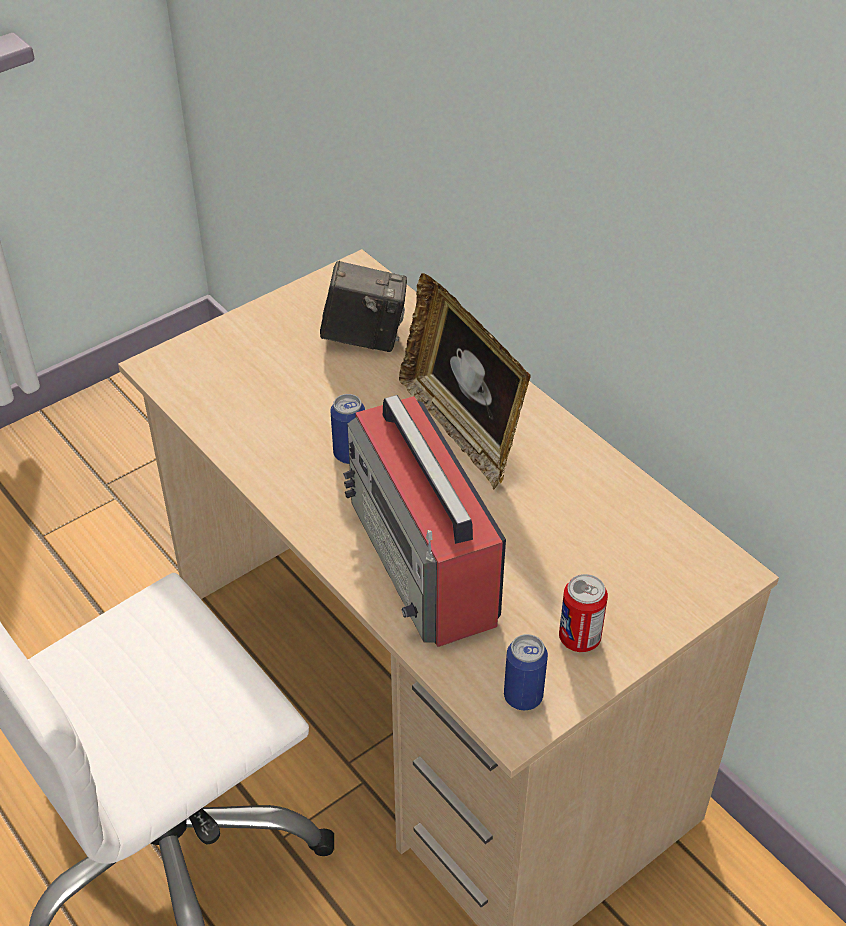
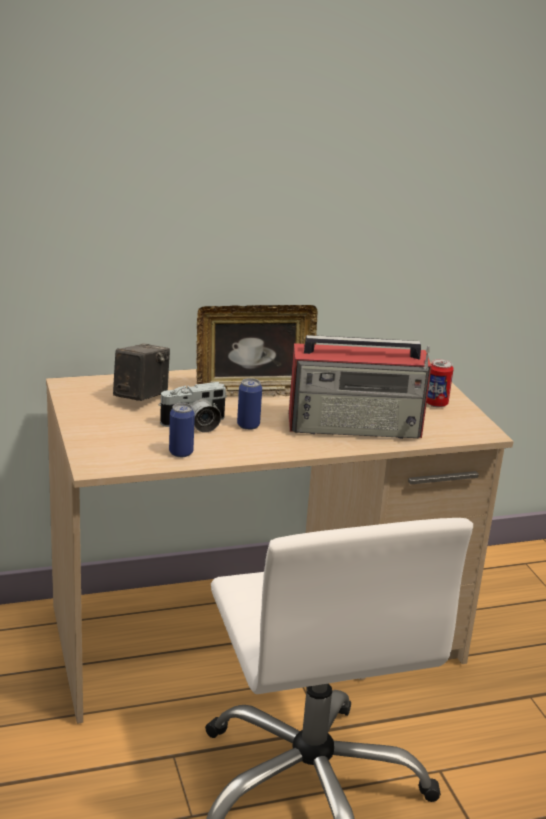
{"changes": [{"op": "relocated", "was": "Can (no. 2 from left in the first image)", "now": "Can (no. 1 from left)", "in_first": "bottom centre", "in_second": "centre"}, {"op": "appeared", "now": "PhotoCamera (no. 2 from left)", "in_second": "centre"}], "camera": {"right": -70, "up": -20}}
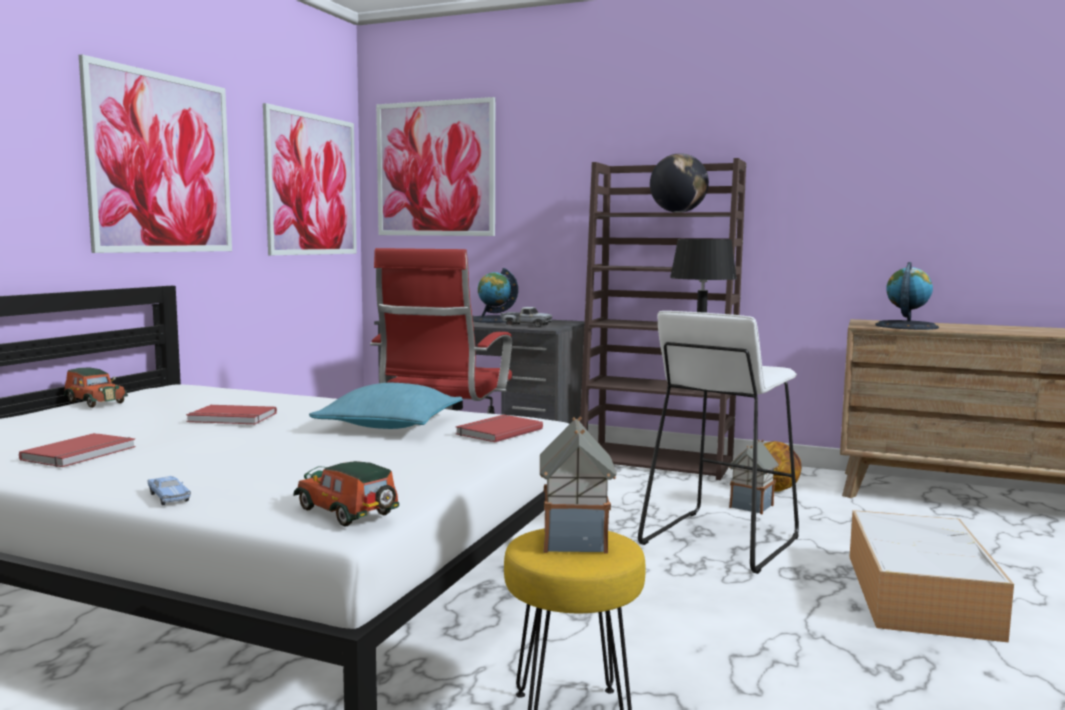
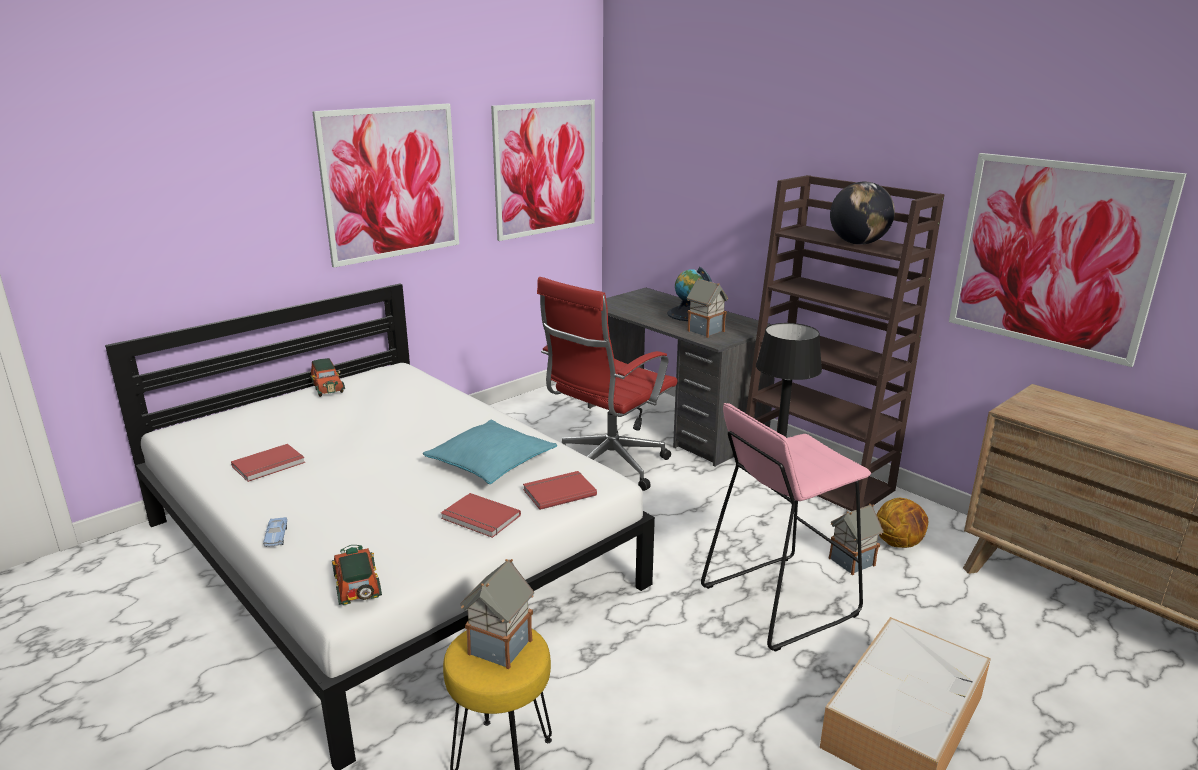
{"changes": [{"op": "relocated", "was": "Picture (no. 3 from left)", "in_first": "top centre", "in_second": "middle right"}, {"op": "missing", "was": "Globe (no. 3 from left)", "in_first": "middle right"}, {"op": "exchanged", "was": "ToyTruck", "now": "ToyHouse (no. 2 from left)", "in_first": "centre", "in_second": "centre"}, {"op": "colour", "was": "WhiteStool", "now": "PinkStool", "in_first": "middle right", "in_second": "bottom centre"}, {"op": "relocated", "was": "RedBook (no. 2 from left)", "in_first": "middle left", "in_second": "bottom centre"}], "camera": {"right": 25, "up": 15}}
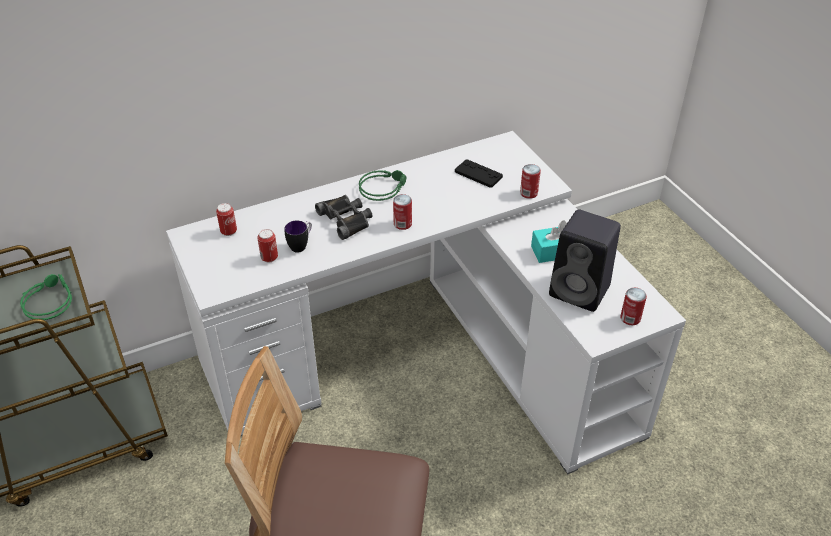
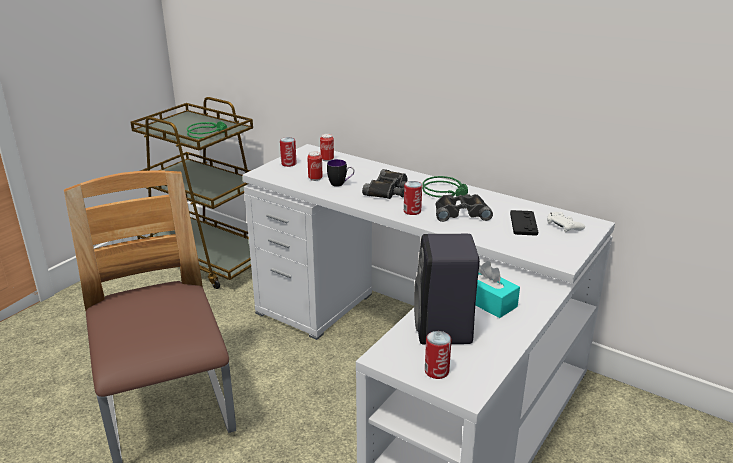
{"changes": [{"op": "relocated", "was": "Can (no. 4 from left in the first image)", "now": "Can (no. 1 from left)", "in_first": "centre", "in_second": "top centre"}, {"op": "appeared", "now": "BlackBinoculars (no. 2 from left)", "in_second": "centre"}, {"op": "appeared", "now": "WhiteGameController", "in_second": "middle right"}], "camera": {"right": 60, "up": -15}}
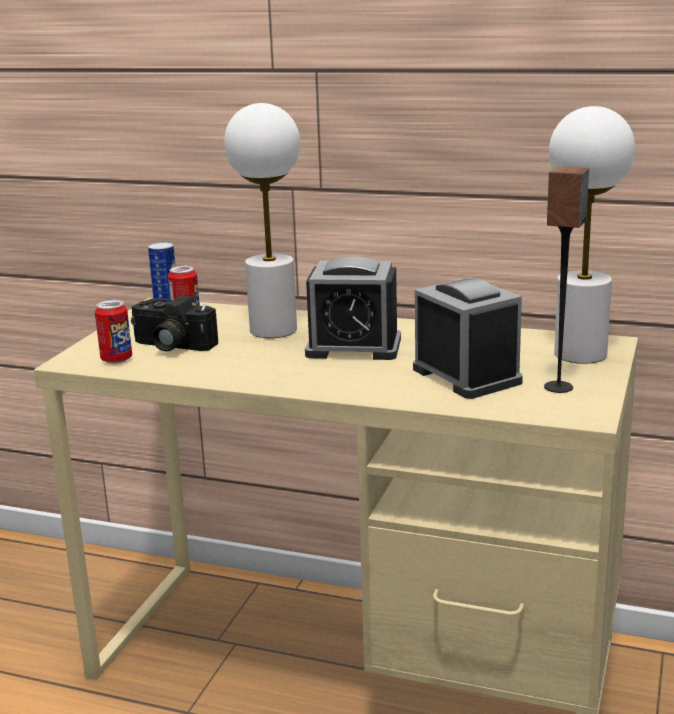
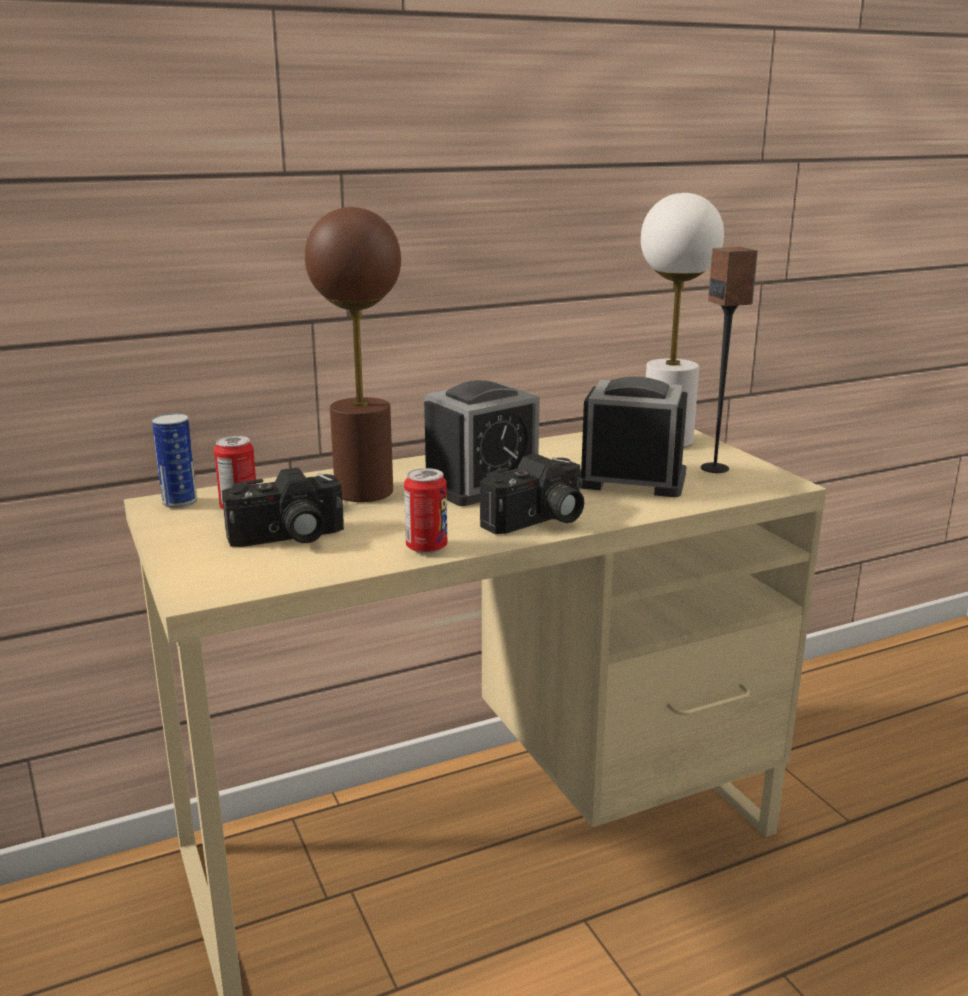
{"changes": [{"op": "colour", "was": "WhiteTableLamp (no. 1 from left)", "now": "BrownTableLamp", "in_first": "top centre", "in_second": "centre"}, {"op": "relocated", "was": "Can (no. 1 from left in the first image)", "now": "Can (no. 3 from left)", "in_first": "middle left", "in_second": "centre"}, {"op": "appeared", "now": "PhotoCamera (no. 2 from left)", "in_second": "centre"}], "camera": {"right": -45, "up": 0}}
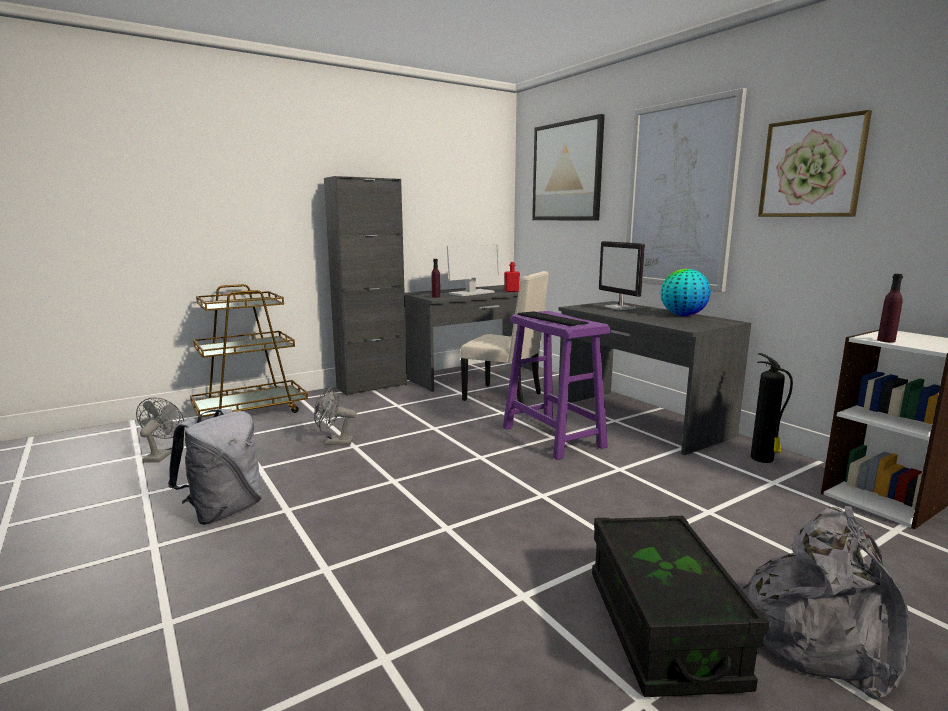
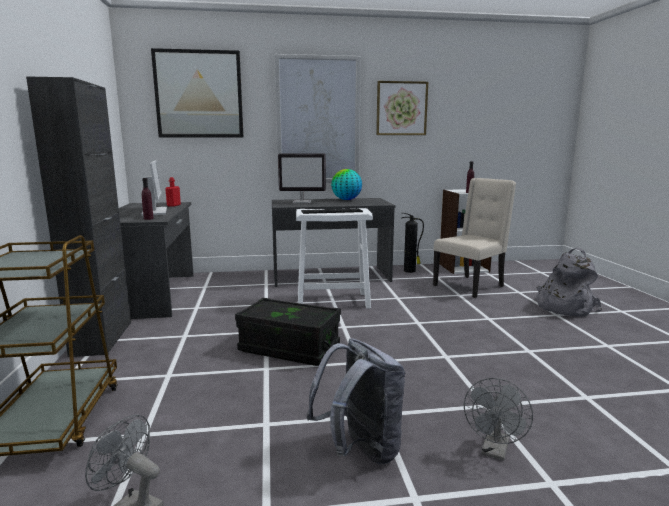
{"changes": [{"op": "relocated", "was": "BeigeChair", "in_first": "centre", "in_second": "middle right"}, {"op": "colour", "was": "PurpleStool", "now": "WhiteStool", "in_first": "centre", "in_second": "centre"}, {"op": "relocated", "was": "GreyFan (no. 2 from left)", "in_first": "centre", "in_second": "bottom right"}, {"op": "relocated", "was": "BlackStorageBox", "in_first": "bottom right", "in_second": "centre"}], "camera": {"right": -65, "up": 0}}
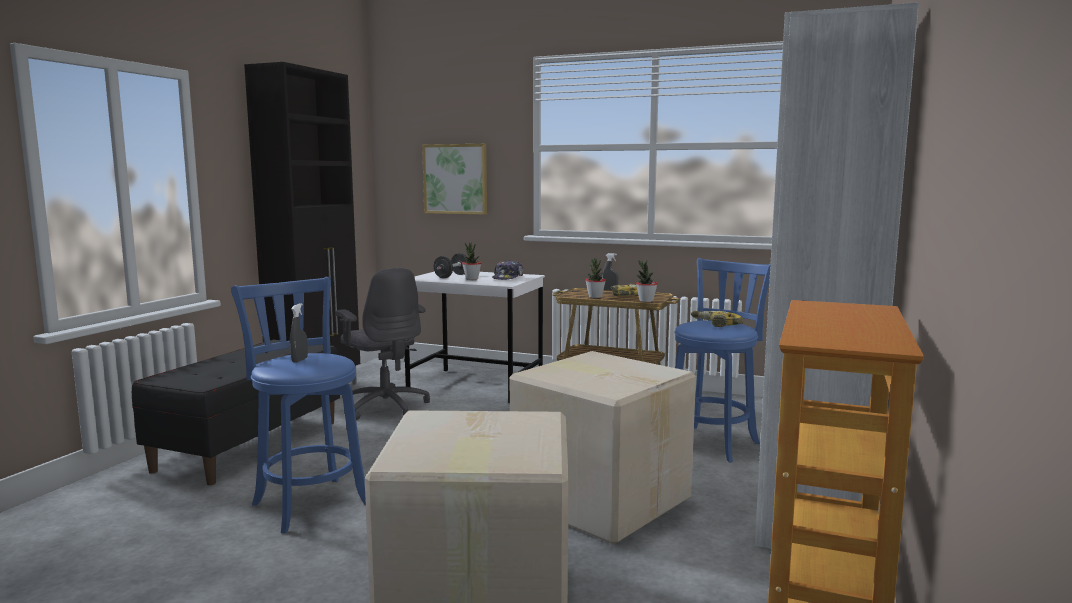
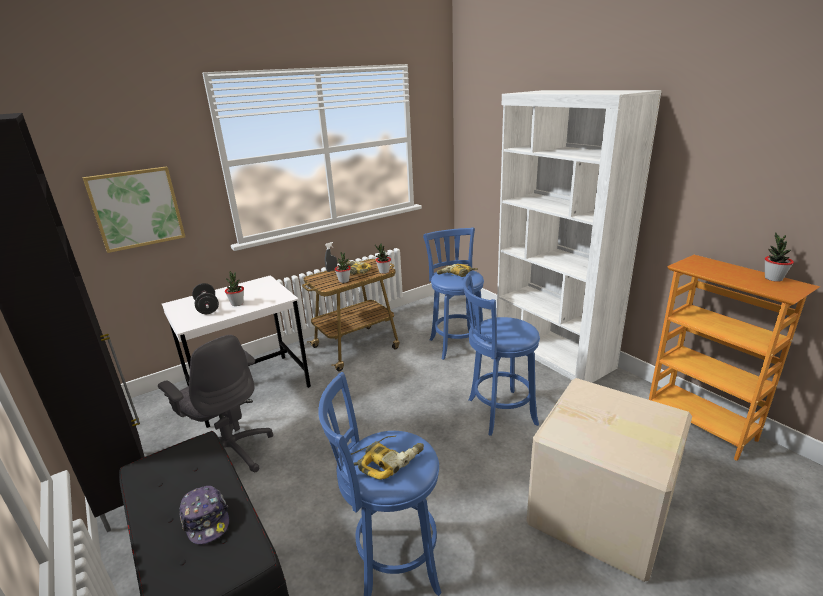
{"changes": [{"op": "relocated", "was": "Cap", "in_first": "centre", "in_second": "bottom left"}, {"op": "spun", "was": "GreyOfficeChair", "in_first": "centre", "in_second": "bottom left", "clockwise": 45}, {"op": "exchanged", "was": "GreySprayBottle (no. 1 from left)", "now": "PowerDrill (no. 2 from left)", "in_first": "middle left", "in_second": "bottom centre"}, {"op": "exchanged", "was": "CardboardBox (no. 2 from left)", "now": "BlueStool (no. 3 from left)", "in_first": "bottom centre", "in_second": "centre"}, {"op": "appeared", "now": "PottedPlant (no. 4 from left)", "in_second": "middle right"}], "camera": {"right": -55, "up": 15}}
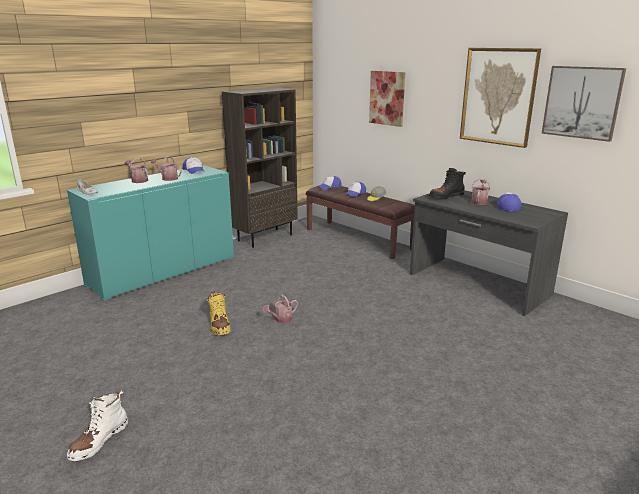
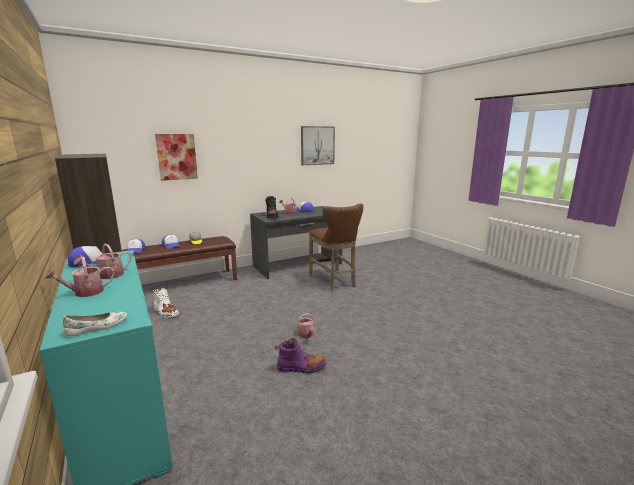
{"changes": [{"op": "missing", "was": "Picture (no. 2 from left)", "in_first": "top right"}, {"op": "colour", "was": "YellowBoot", "now": "PurpleBoot", "in_first": "centre", "in_second": "bottom centre"}, {"op": "relocated", "was": "WhiteBoot", "in_first": "bottom left", "in_second": "middle left"}, {"op": "appeared", "now": "BrownStool", "in_second": "centre"}], "camera": {"right": -75, "up": -5}}
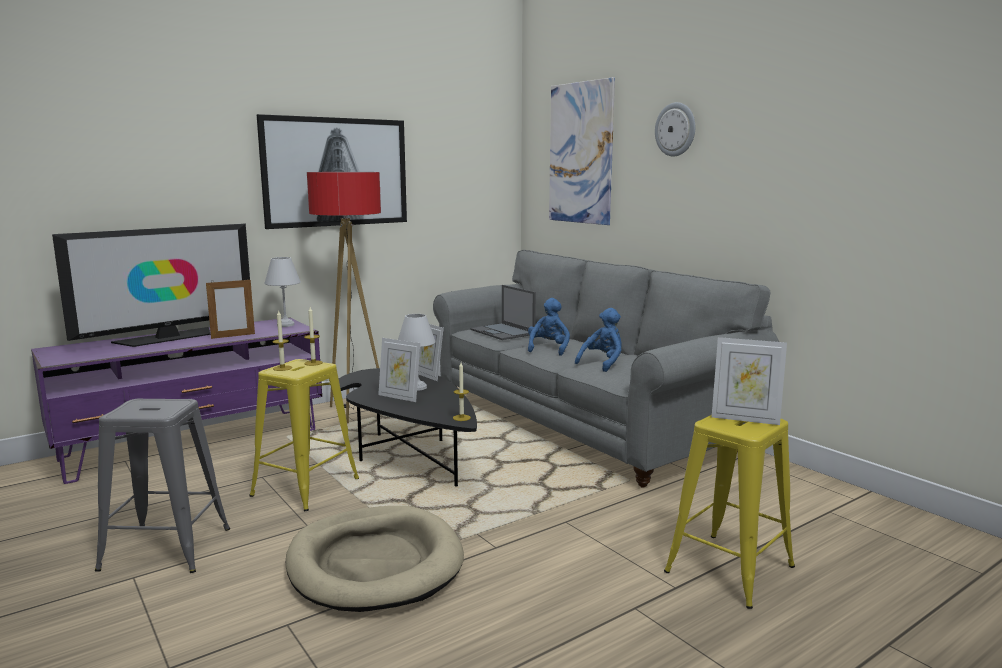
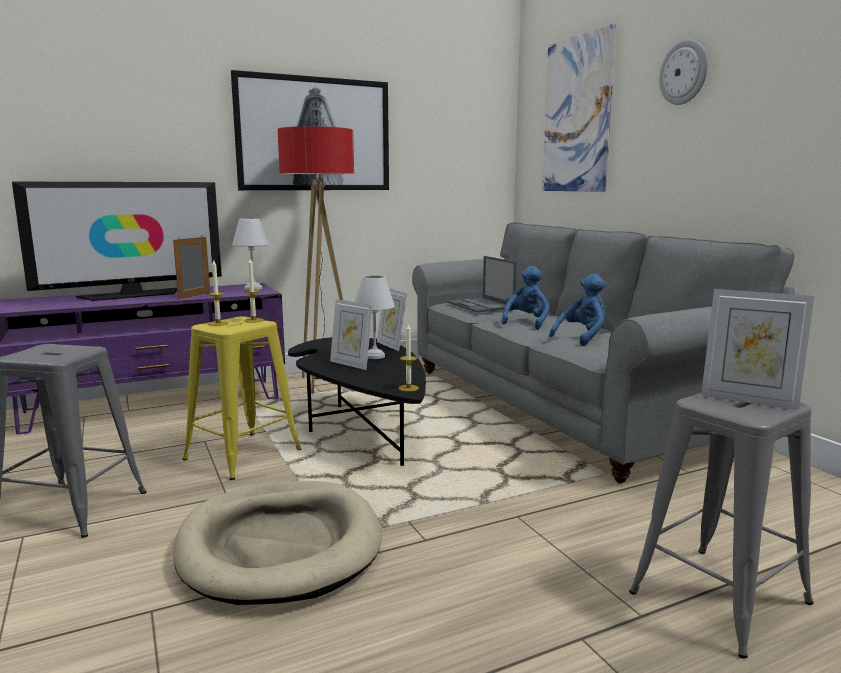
{"changes": [{"op": "spun", "was": "PictureFrame (no. 1 from left)", "in_first": "middle left", "in_second": "middle left", "clockwise": 135}, {"op": "colour", "was": "YellowStool (no. 2 from left)", "now": "GreyStool (no. 2 from left)", "in_first": "bottom right", "in_second": "bottom right"}], "camera": {"right": 10, "up": 0}}
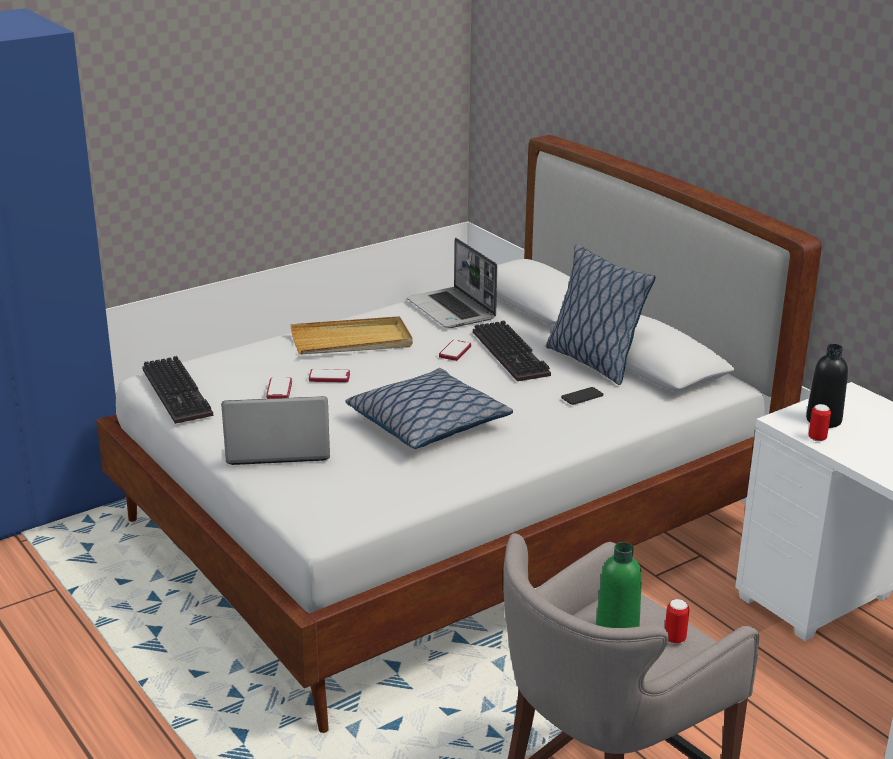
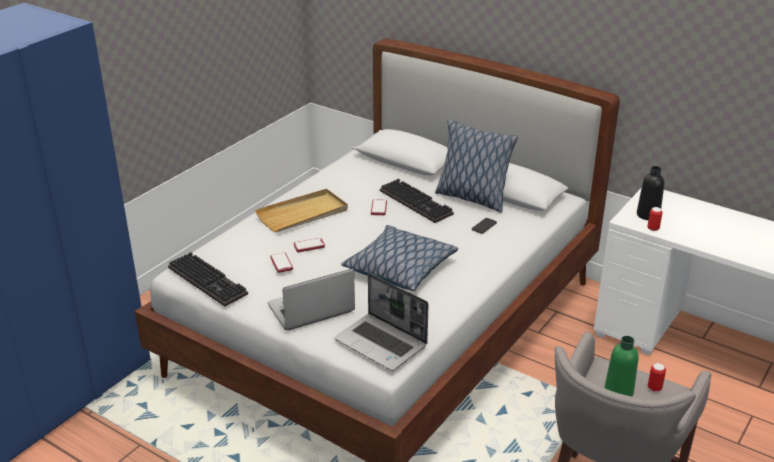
{"changes": [{"op": "relocated", "was": "Laptop (no. 2 from left)", "in_first": "centre", "in_second": "bottom centre"}], "camera": {"right": -20, "up": 5}}
